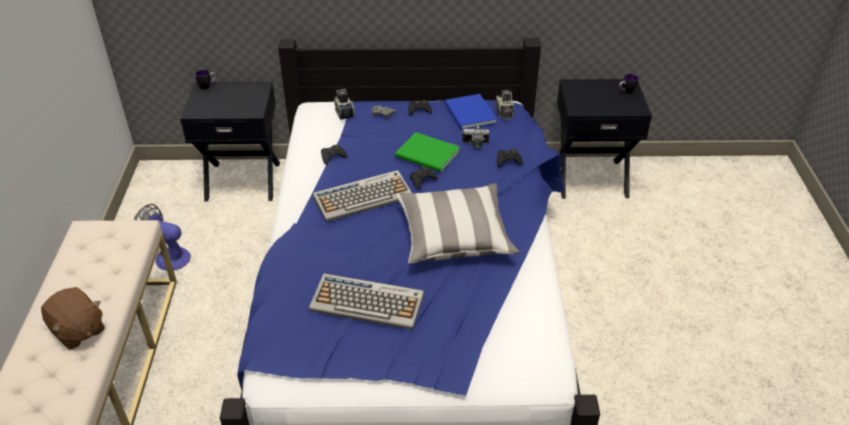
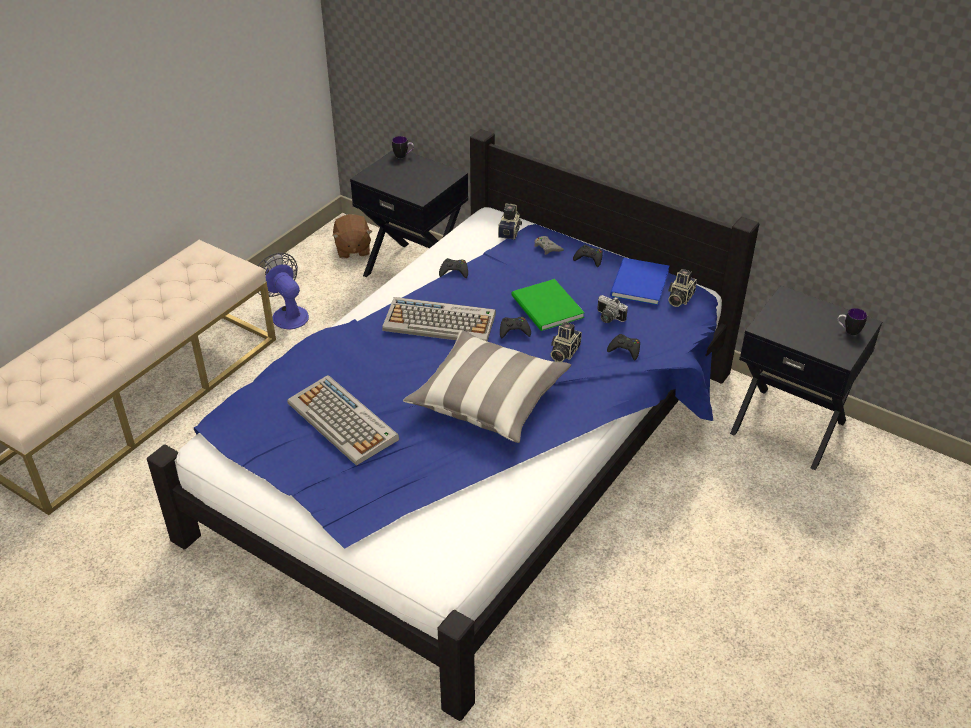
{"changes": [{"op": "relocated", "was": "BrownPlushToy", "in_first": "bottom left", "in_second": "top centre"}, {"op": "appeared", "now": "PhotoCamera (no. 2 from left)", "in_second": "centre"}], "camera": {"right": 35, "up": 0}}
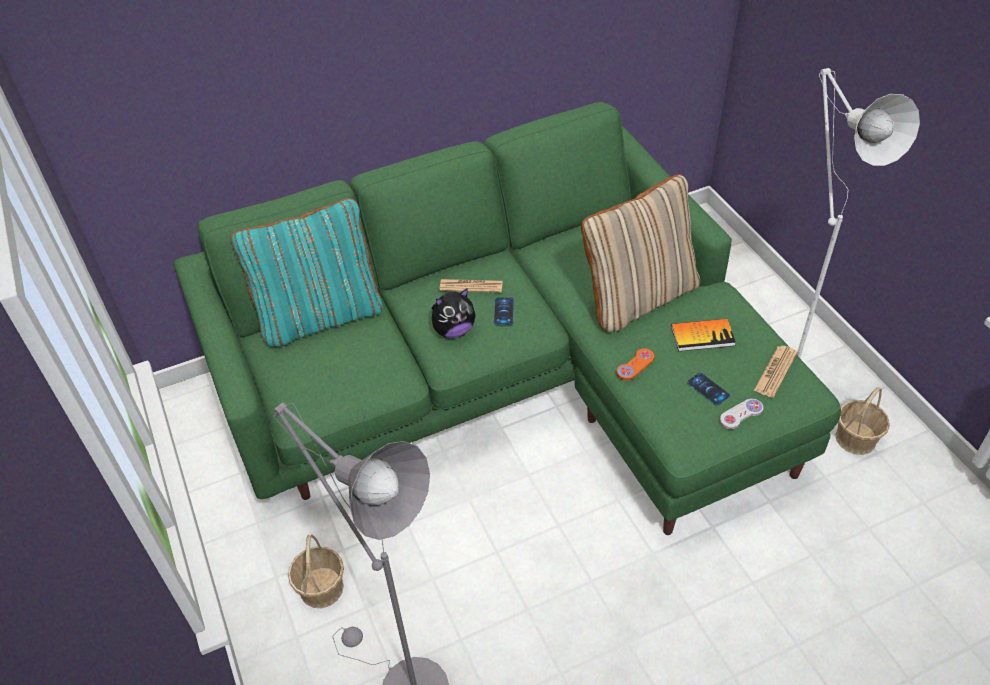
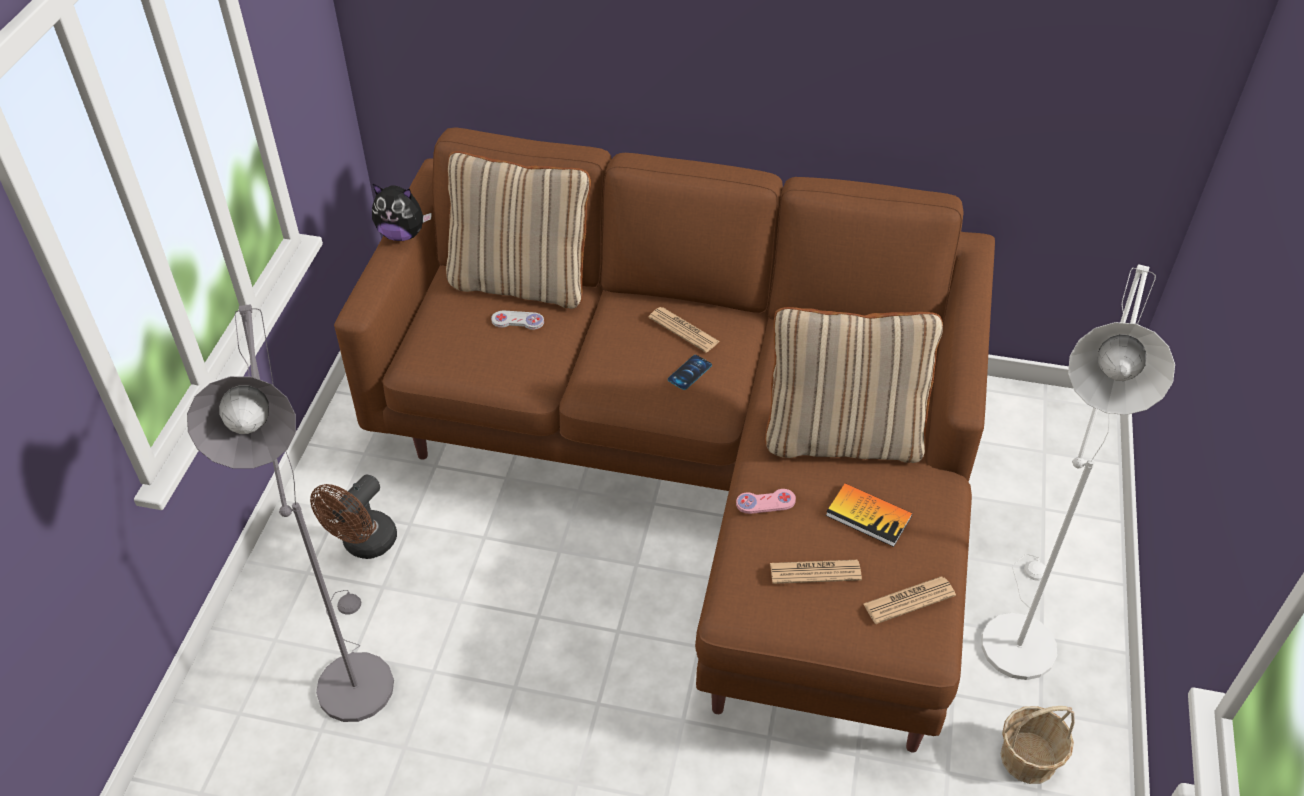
{"changes": [{"op": "colour", "was": "GreenSofa", "now": "BrownSofa", "in_first": "centre", "in_second": "centre"}, {"op": "colour", "was": "TurquoisePillow", "now": "BeigePillow (no. 1 from left)", "in_first": "middle left", "in_second": "top centre"}, {"op": "relocated", "was": "PlushToy", "in_first": "centre", "in_second": "top left"}, {"op": "colour", "was": "OrangeGameController", "now": "PinkGameController", "in_first": "centre", "in_second": "centre"}, {"op": "exchanged", "was": "Phone (no. 2 from left)", "now": "Newspaper (no. 2 from left)", "in_first": "middle right", "in_second": "bottom centre"}, {"op": "relocated", "was": "WhiteGameController", "in_first": "middle right", "in_second": "centre"}, {"op": "exchanged", "was": "Basket (no. 1 from left)", "now": "BrownFan", "in_first": "bottom left", "in_second": "middle left"}], "camera": {"right": 35, "up": 0}}
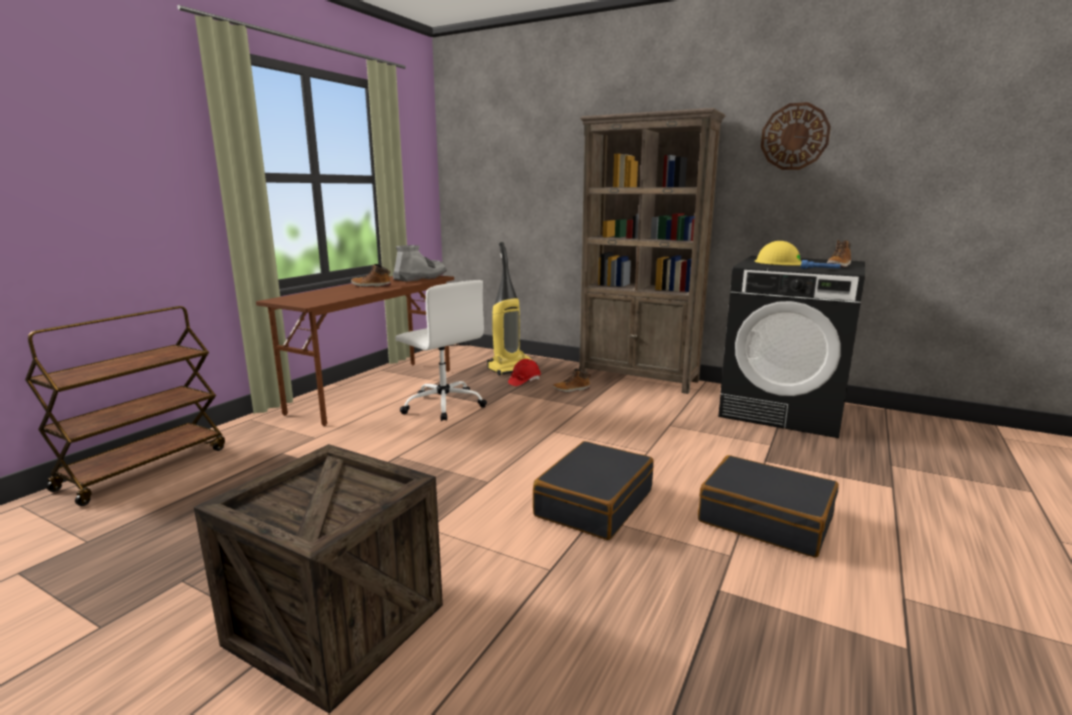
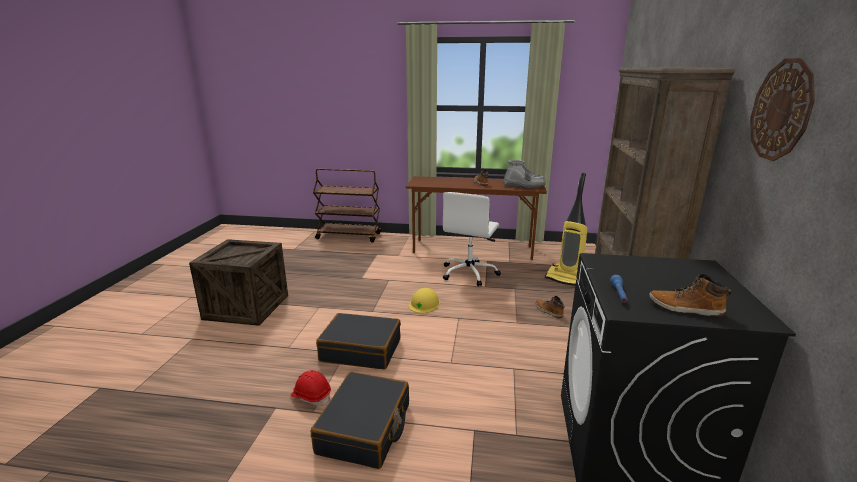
{"changes": [{"op": "relocated", "was": "YellowHardHat", "in_first": "middle right", "in_second": "centre"}, {"op": "relocated", "was": "RedHardHat", "in_first": "centre", "in_second": "bottom centre"}], "camera": {"right": 70, "up": 5}}
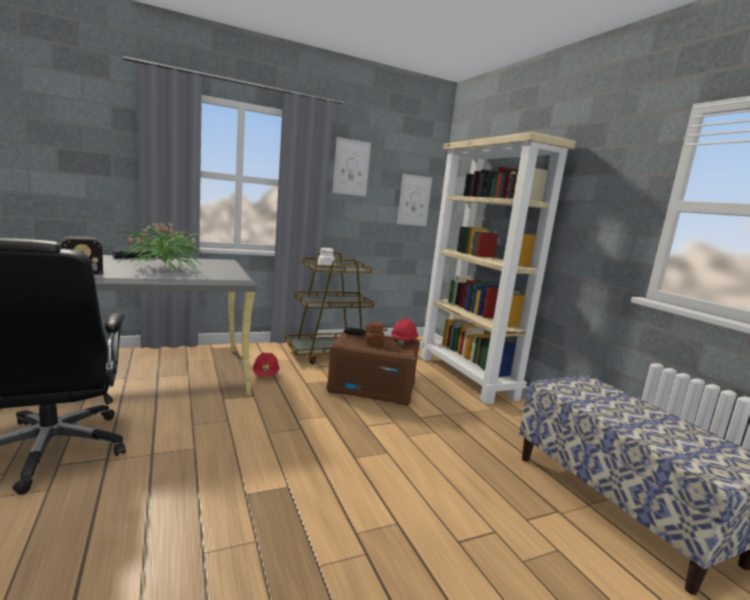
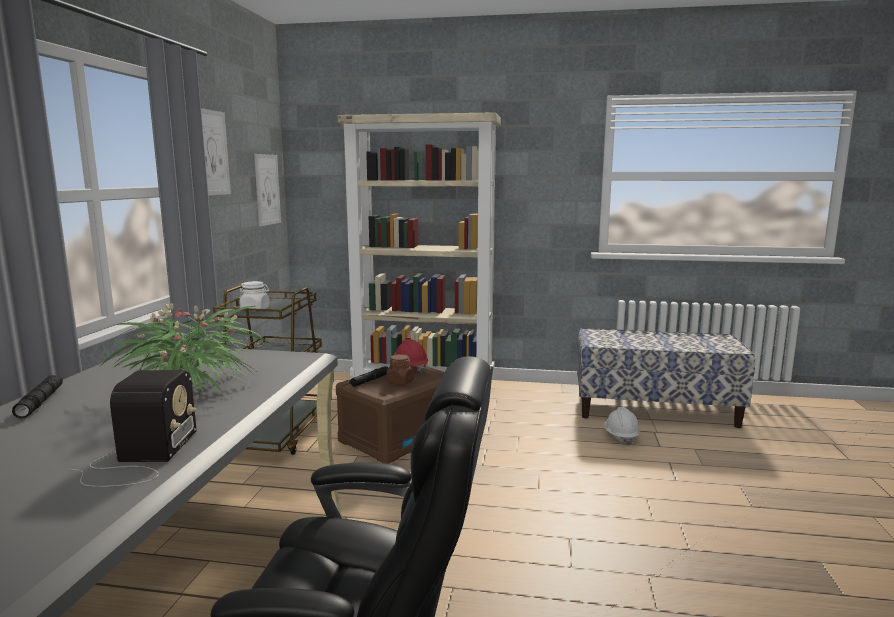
{"changes": [{"op": "missing", "was": "RedHardHat (no. 1 from left)", "in_first": "centre"}, {"op": "appeared", "now": "WhiteHardHat", "in_second": "bottom right"}], "camera": {"right": -55, "up": 0}}
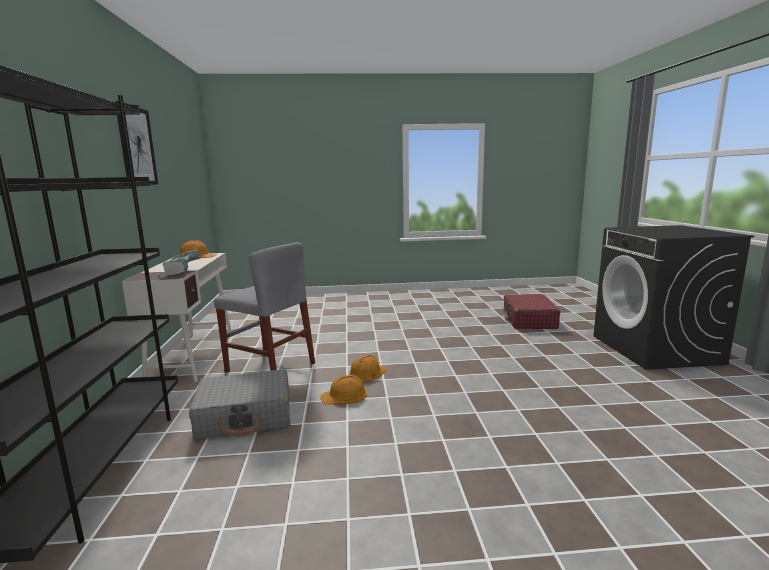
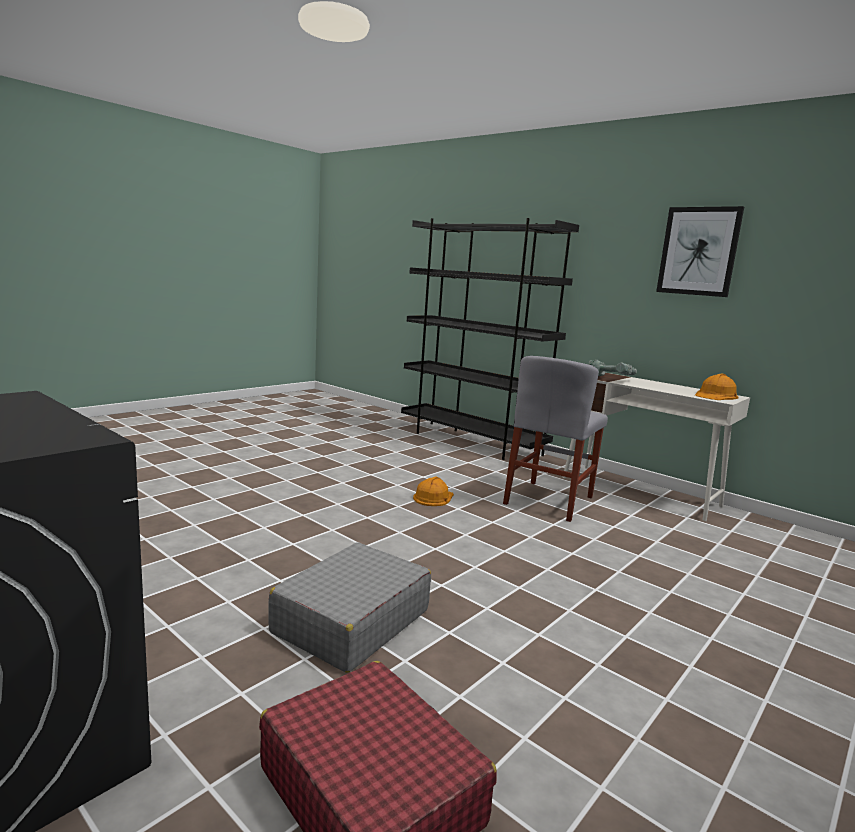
{"changes": [{"op": "spun", "was": "GreyChair", "in_first": "centre", "in_second": "centre", "clockwise": -45}, {"op": "missing", "was": "OrangeHardHat (no. 3 from left)", "in_first": "centre"}, {"op": "relocated", "was": "GreySuitcase", "in_first": "bottom left", "in_second": "bottom centre"}], "camera": {"right": 135, "up": 0}}
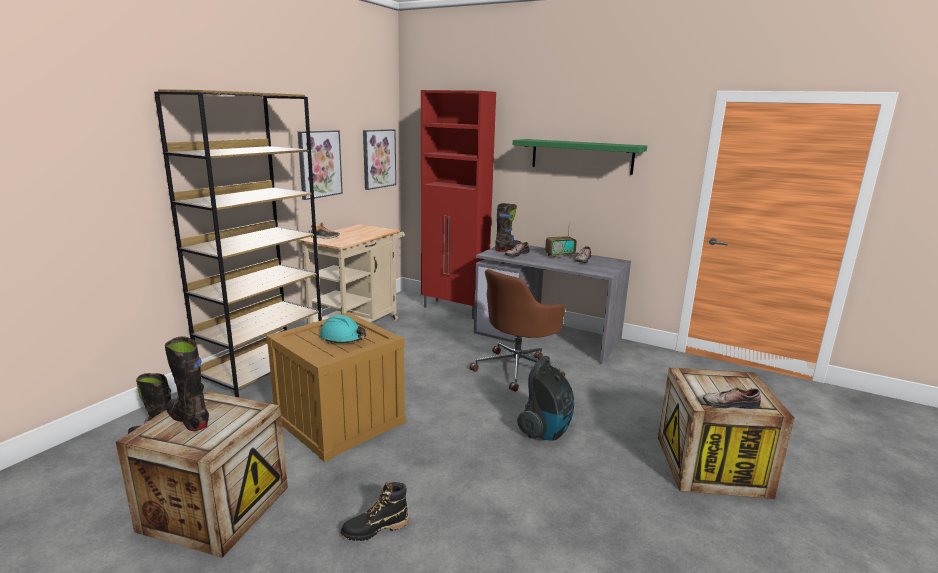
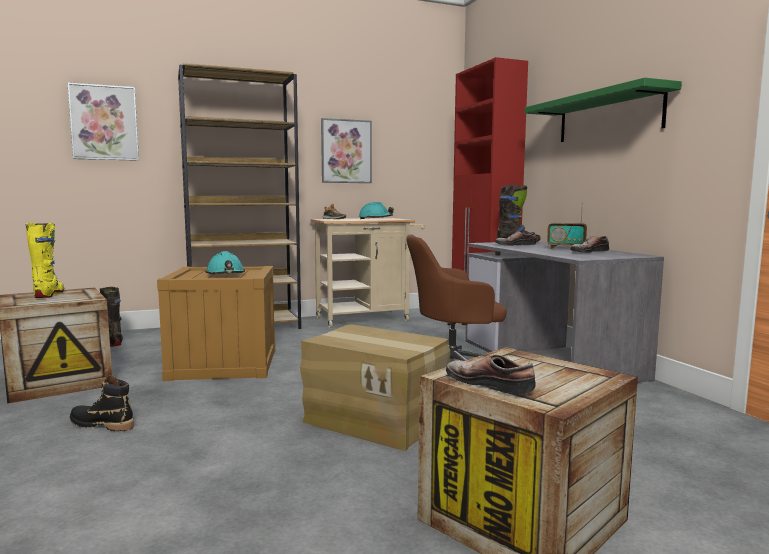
{"changes": [{"op": "relocated", "was": "Picture (no. 2 from left in the first image)", "now": "Picture (no. 1 from left)", "in_first": "top centre", "in_second": "top left"}, {"op": "colour", "was": "BlackBoot (no. 2 from left)", "now": "YellowBoot", "in_first": "bottom left", "in_second": "middle left"}, {"op": "exchanged", "was": "VacuumCleaner", "now": "CardboardBox", "in_first": "bottom centre", "in_second": "bottom centre"}, {"op": "appeared", "now": "TurquoiseHardHat (no. 2 from left)", "in_second": "centre"}], "camera": {"right": 40, "up": -10}}
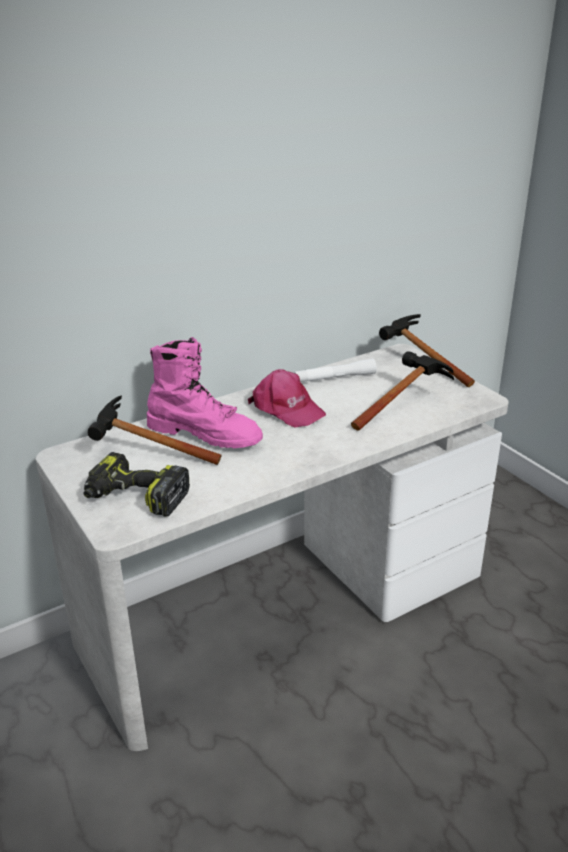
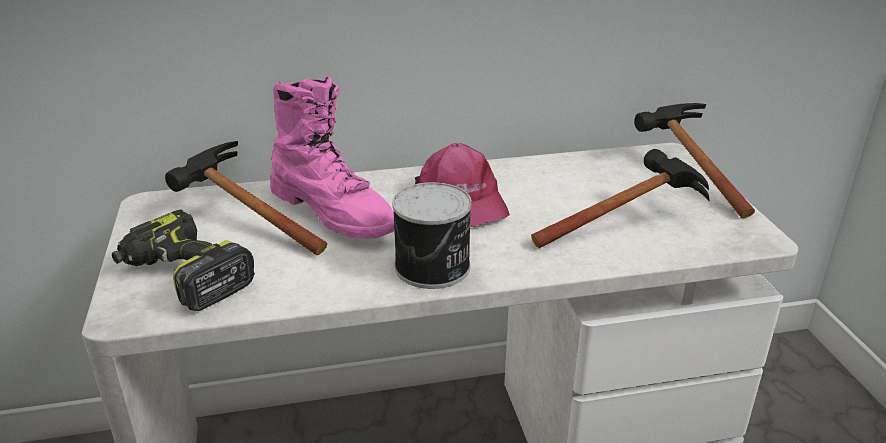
{"changes": [{"op": "missing", "was": "WhiteFlashlight", "in_first": "centre"}, {"op": "appeared", "now": "Can", "in_second": "centre"}], "camera": {"right": 20, "up": 0}}
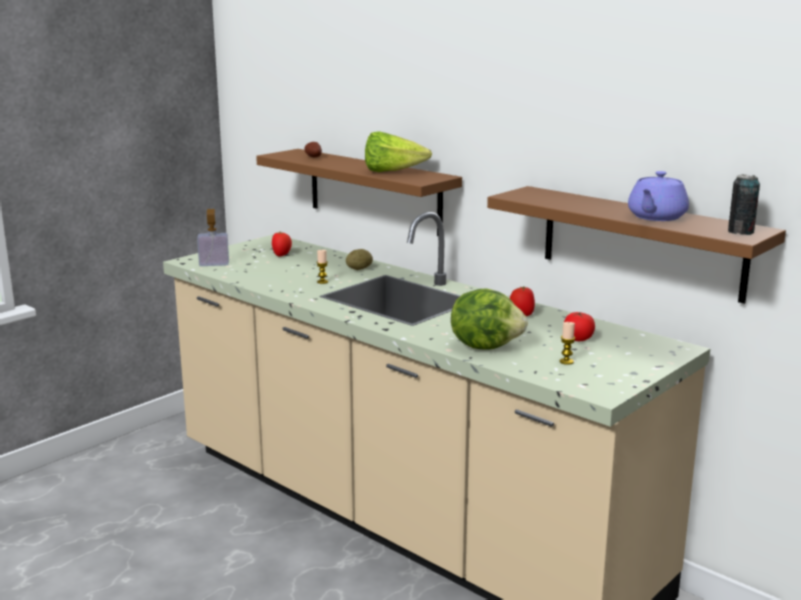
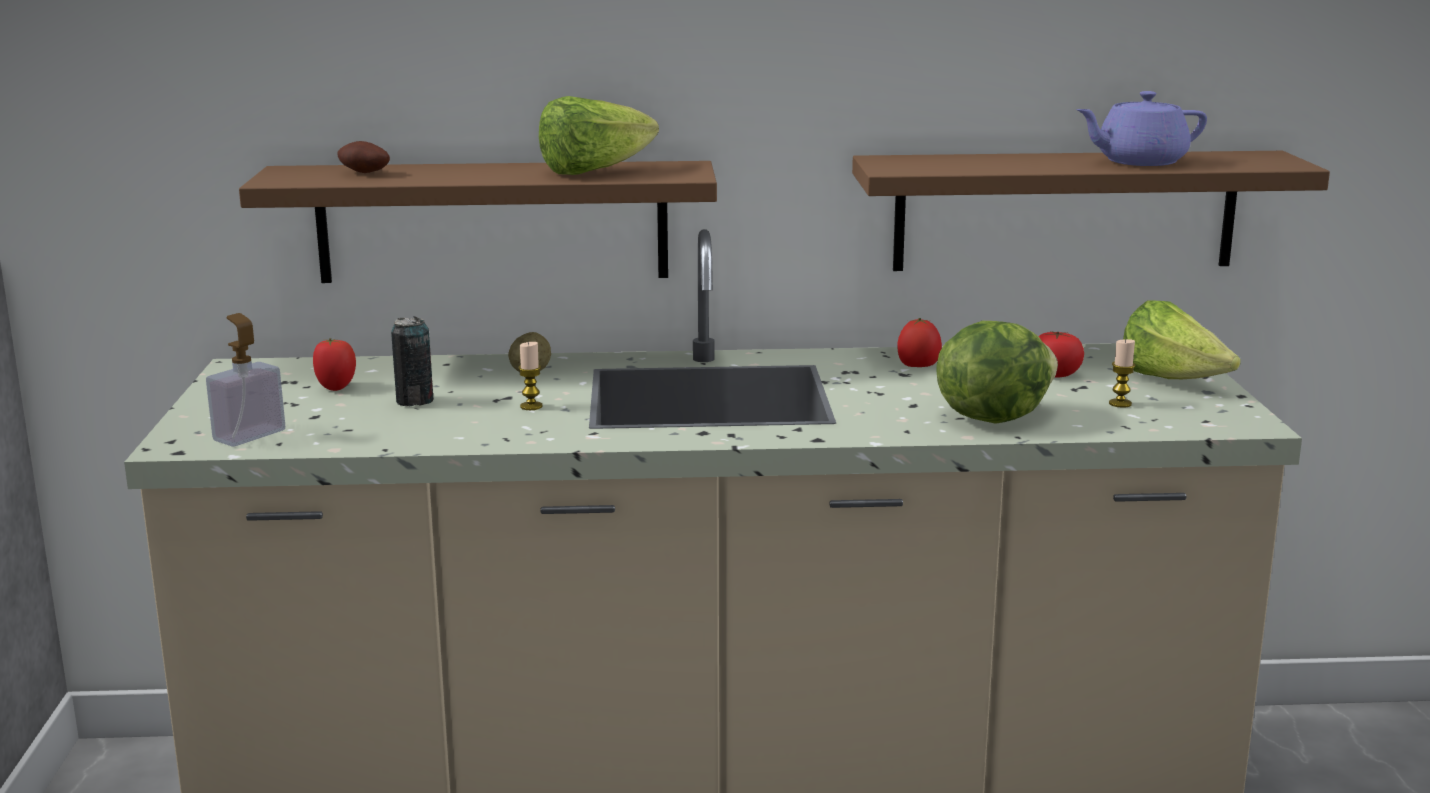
{"changes": [{"op": "spun", "was": "PurpleTeapot", "in_first": "top right", "in_second": "top right", "clockwise": 90}, {"op": "relocated", "was": "Can", "in_first": "middle right", "in_second": "middle left"}, {"op": "appeared", "now": "Lettuce (no. 3 from left)", "in_second": "middle right"}], "camera": {"right": -45, "up": 0}}
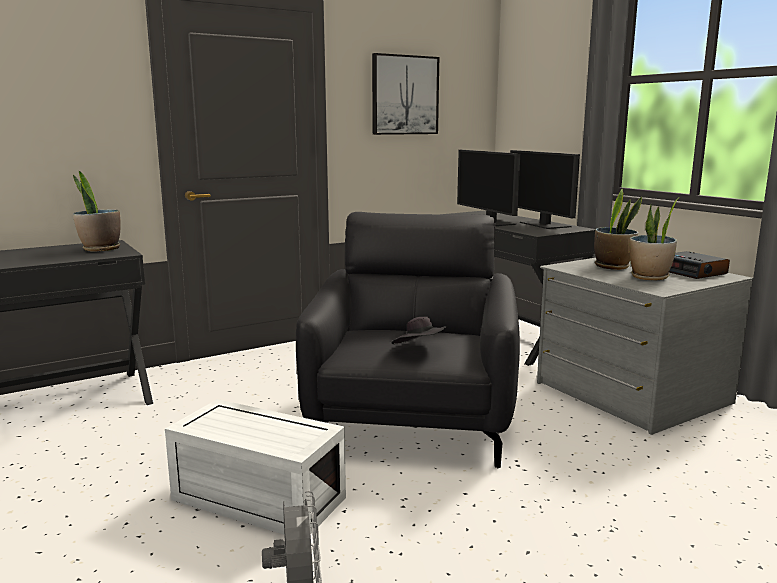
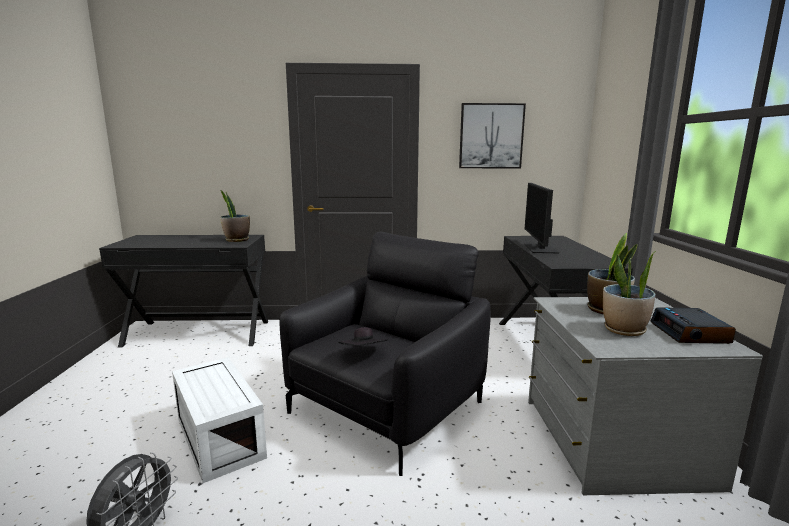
{"changes": [{"op": "missing", "was": "Monitor (no. 2 from left)", "in_first": "top right"}], "camera": {"right": 30, "up": 0}}
